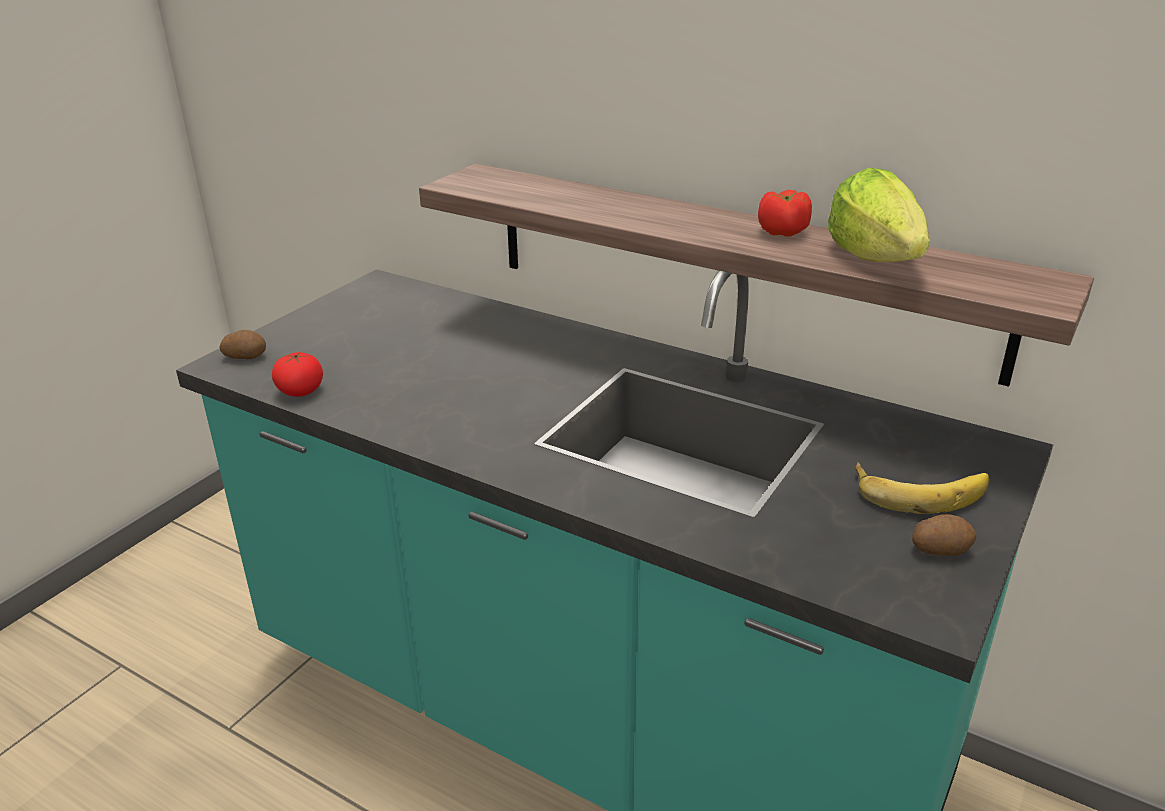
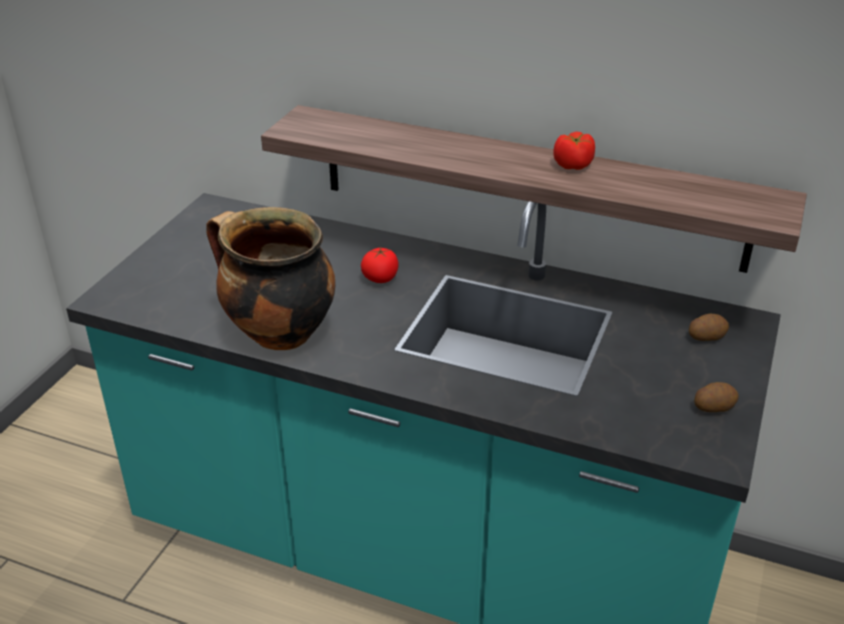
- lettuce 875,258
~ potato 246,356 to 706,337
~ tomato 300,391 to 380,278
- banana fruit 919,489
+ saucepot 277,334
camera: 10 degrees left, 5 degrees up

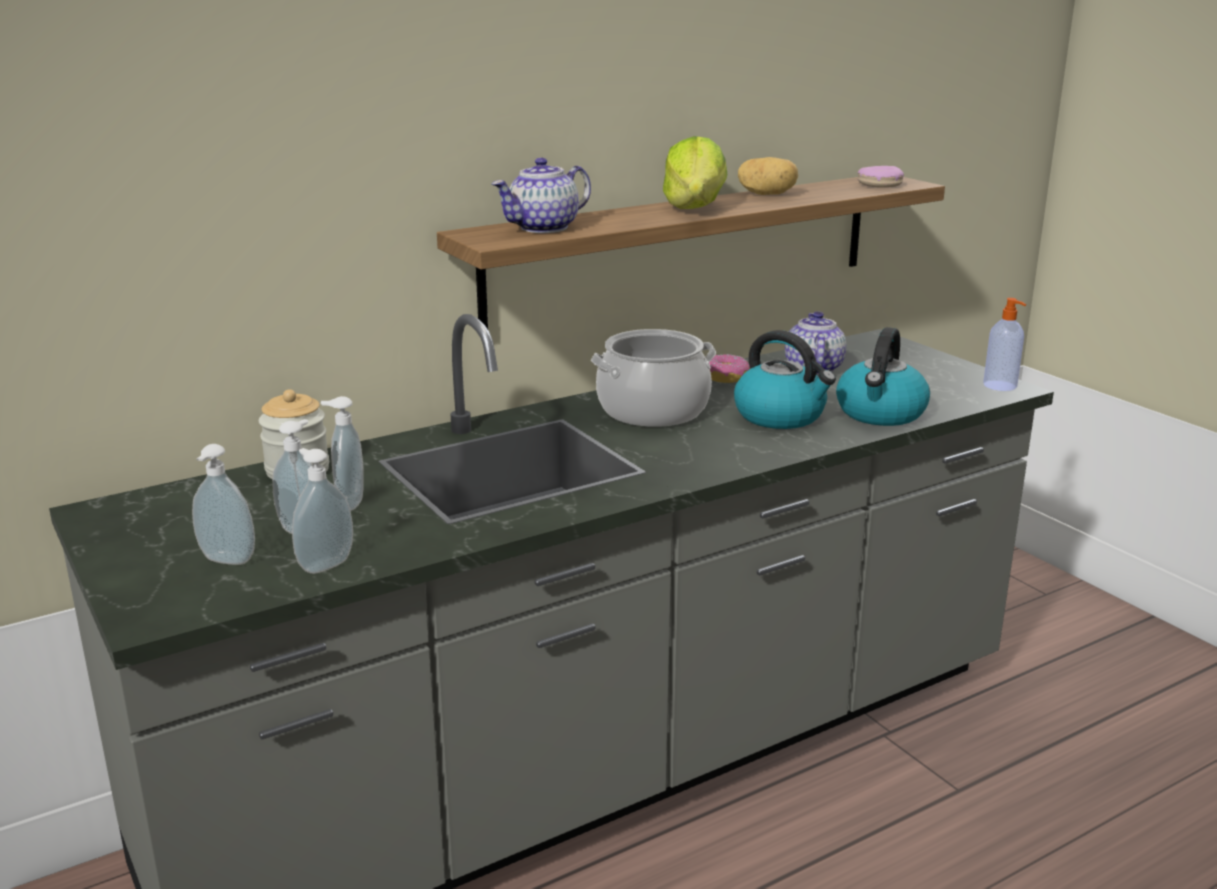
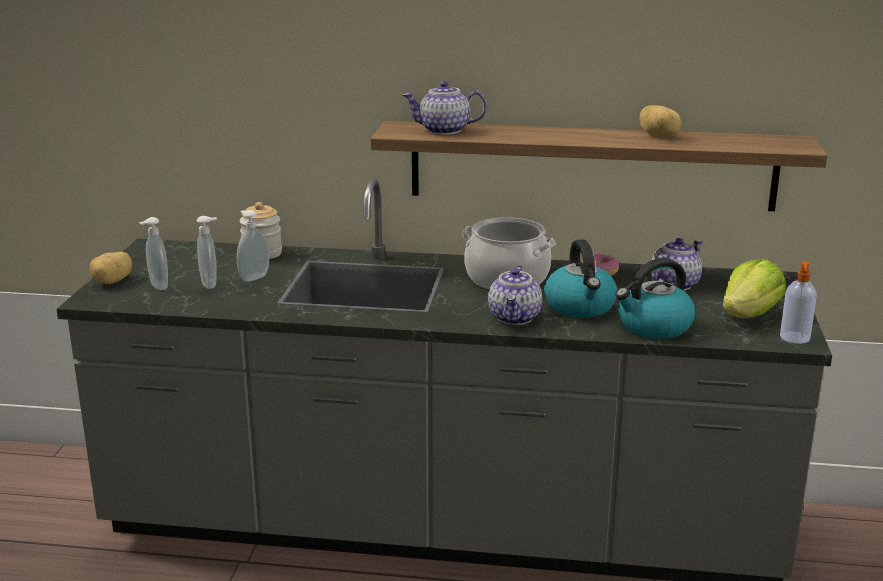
~ lettuce 695,208 to 750,315
- doughnut 879,184
- soap dispenser 324,564
+ potato 113,281
+ tea pot 515,318
camera: 40 degrees right, 0 degrees up

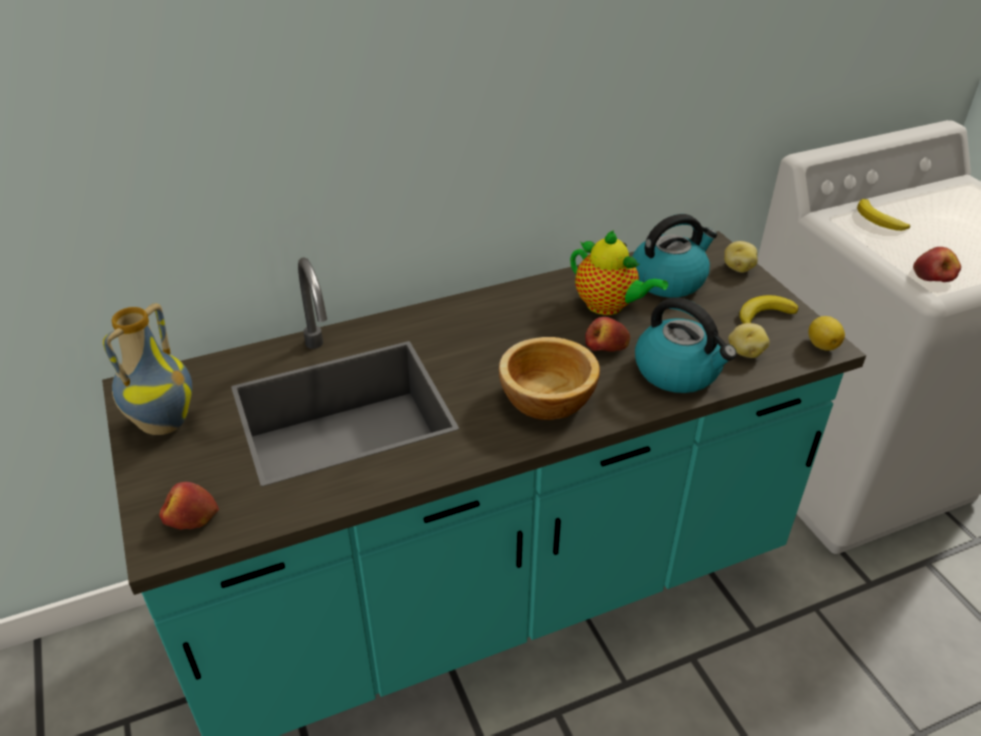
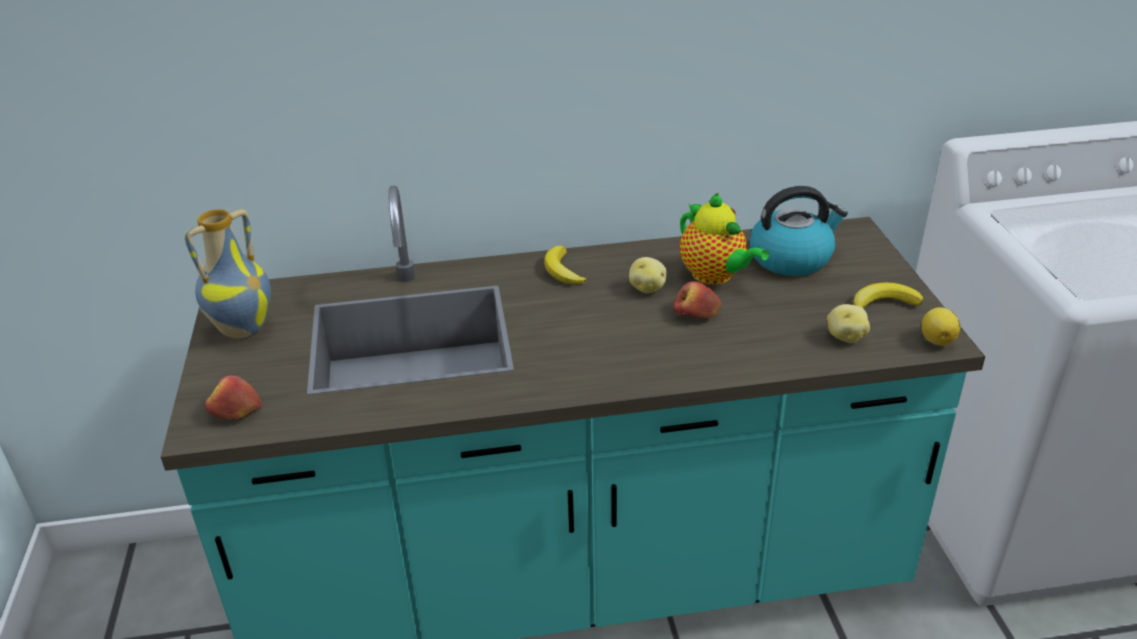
~ banana fruit 878,220 to 562,271
~ potato 738,268 to 647,288
- whole apple 934,275
- water kettle 678,371
- bowl 546,400
camera: 15 degrees right, 5 degrees down

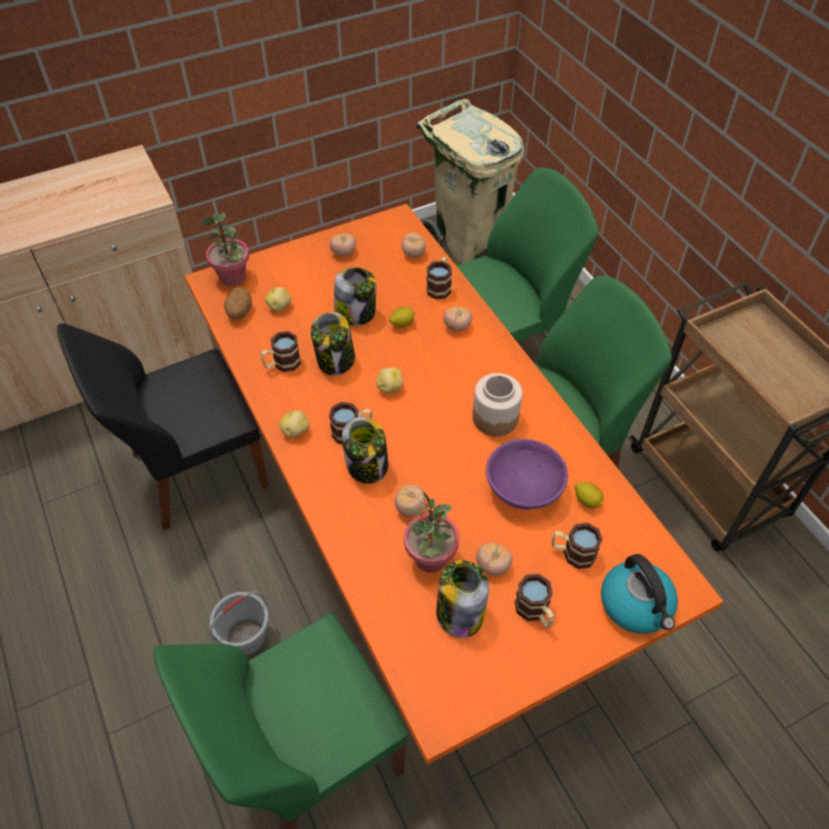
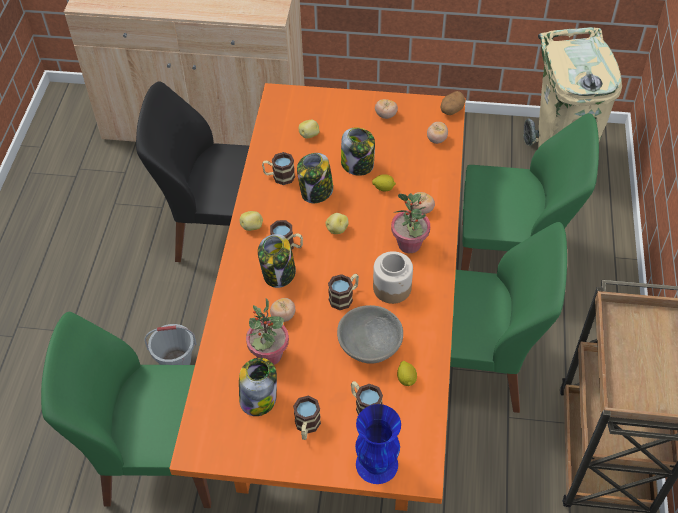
~ houseplant 233,277 to 409,244
~ mug 440,286 to 344,297
~ potato 239,312 to 451,110
~ purple-coloured bowl 524,487 to greyish bowl 370,346
- tomato 493,566
~ water kettle 636,605 to bluish vase 377,464
camera: 35 degrees right, 0 degrees up

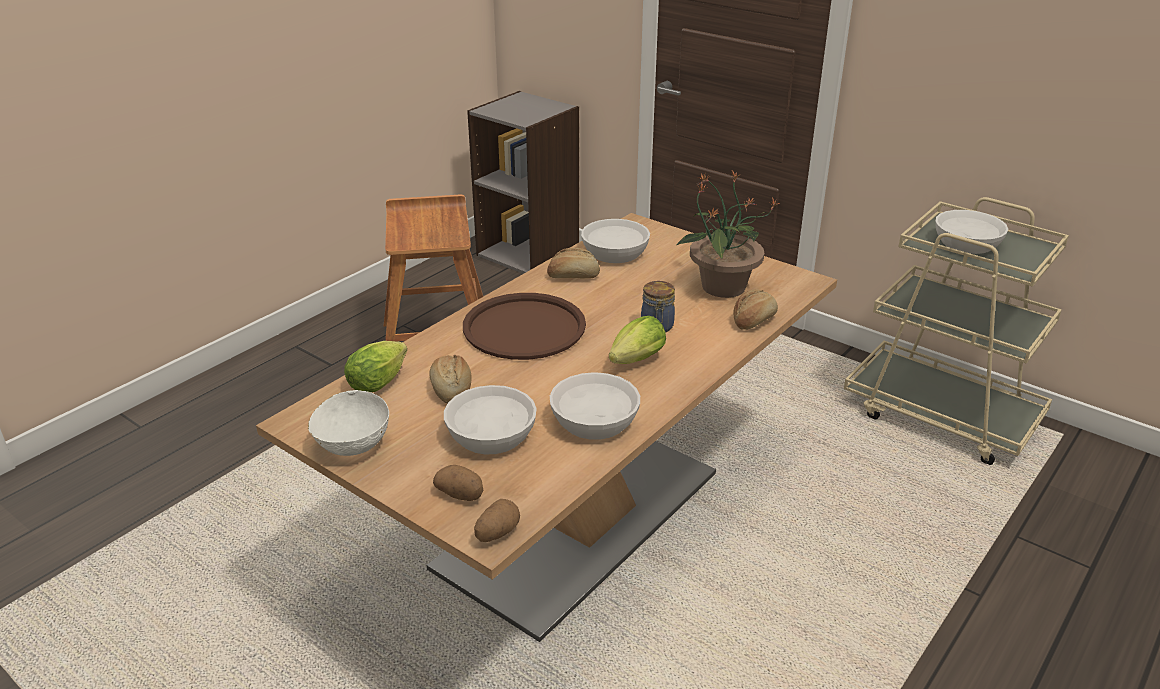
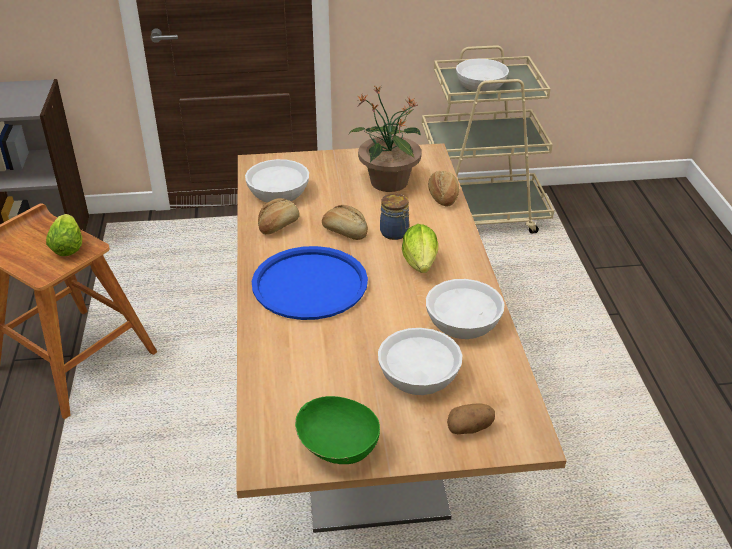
~ brown tray 524,328 to bluish tray 309,284
~ lettuce 380,381 to 68,246
~ bakery bread 451,389 to 345,231
~ white-coloured bowl 352,443 to green-coloured bowl 337,448
- potato 497,533
camera: 45 degrees left, 5 degrees up

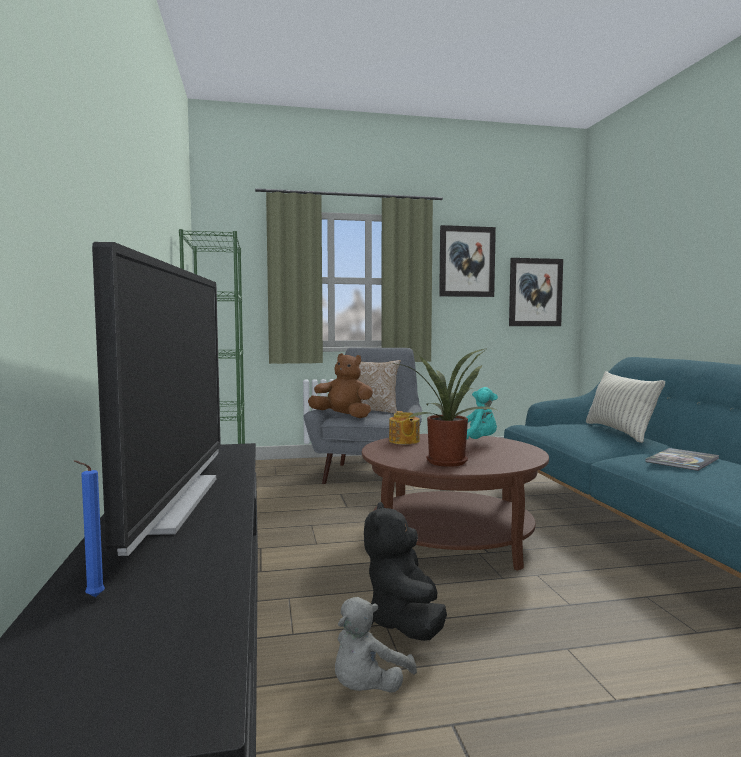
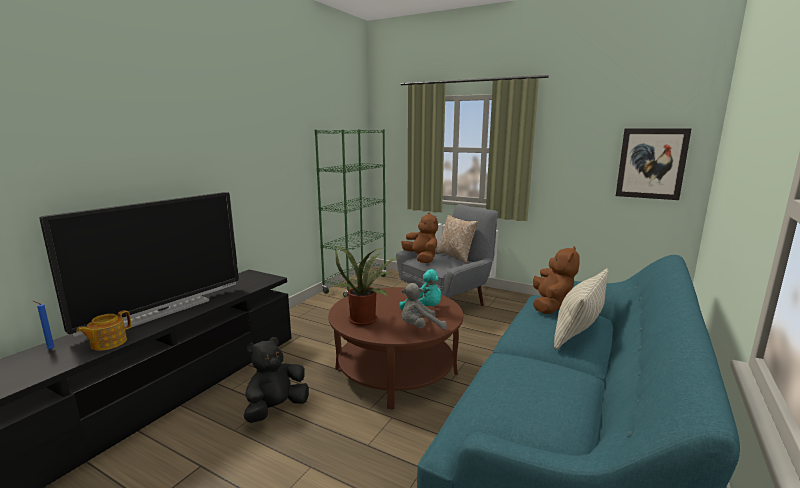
- wall art 466,261
~ tea pot 404,441 to 108,343
- book 682,460
~ greyish plush toy 368,688 to 420,327
+ brown plush toy 550,306
camera: 40 degrees right, 10 degrees up

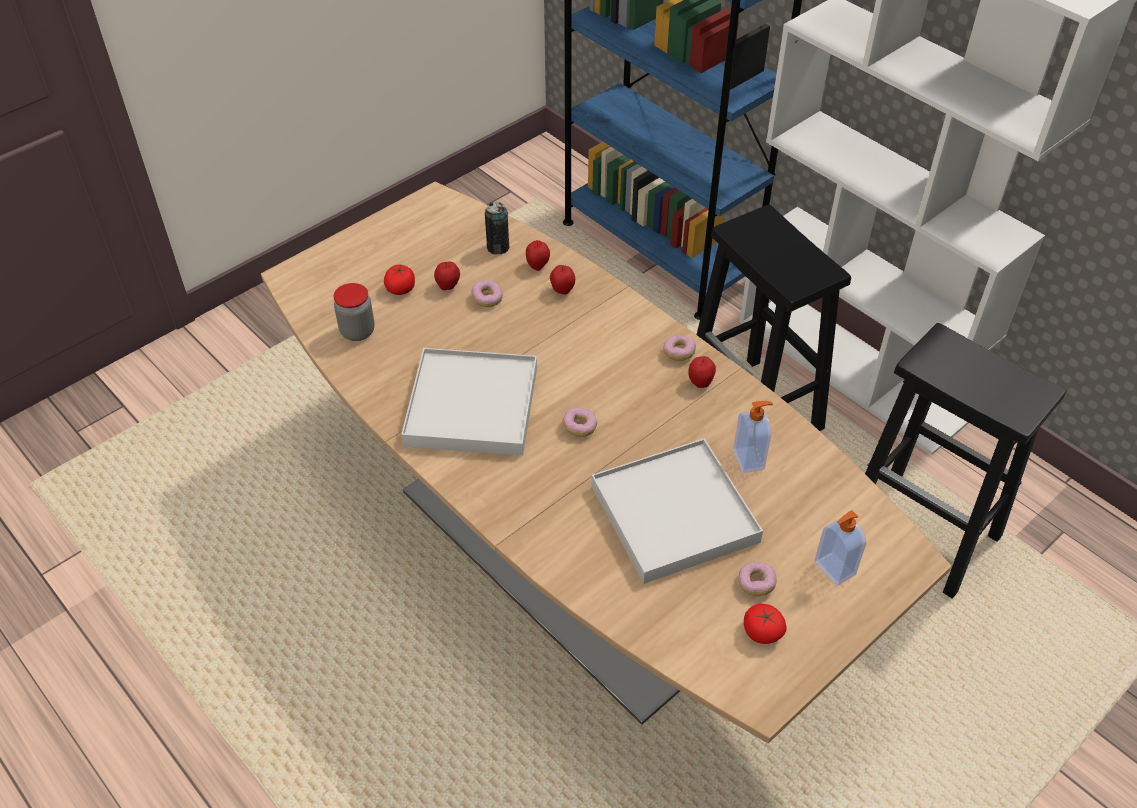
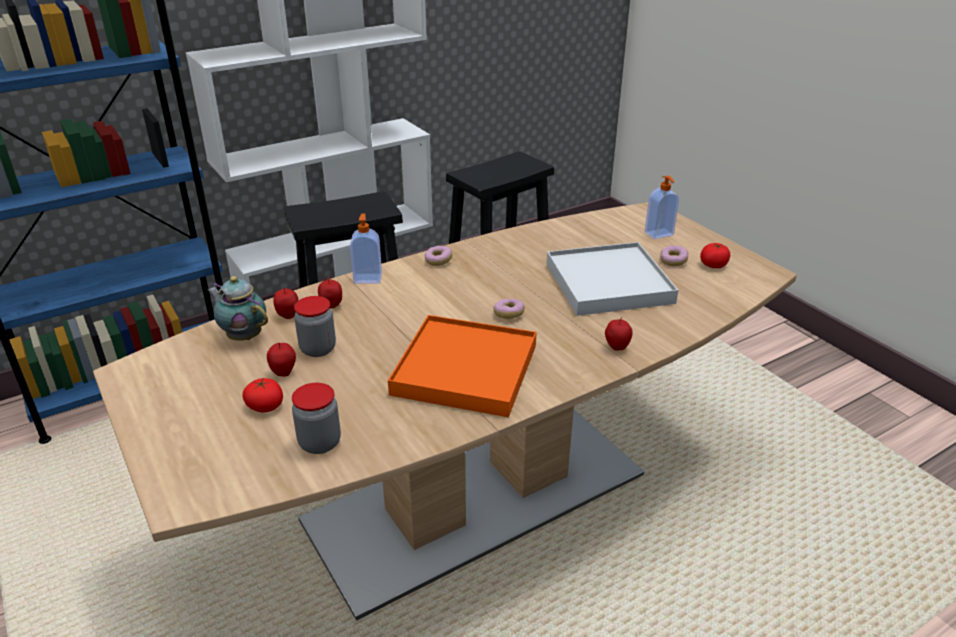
~ sealed can 498,247 to tea pot 243,336
~ doughnut 487,299 to storage jar 318,349
~ white-coloured tray 471,406 to orange tray 465,370
~ whole apple 700,383 to 616,347
~ soap dispenser 749,459 to 368,278
camera: 80 degrees left, 15 degrees down

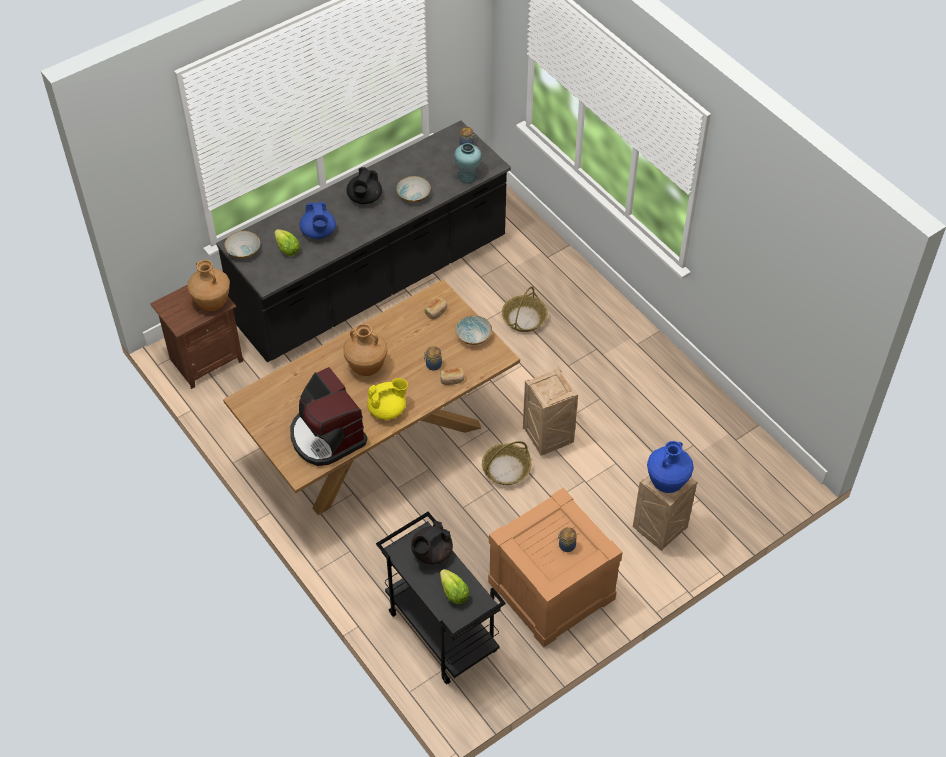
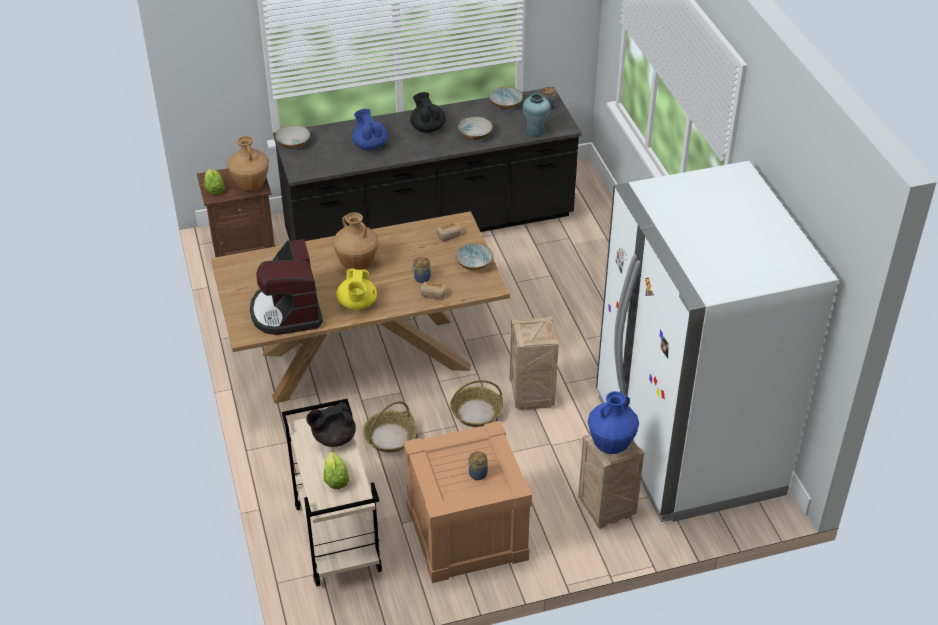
~ blackish tea pot 364,198 = 427,128 120 degrees clockwise
~ bluish tea pot 318,233 = 370,145 150 degrees clockwise
~ lettuce 287,249 to 214,189
~ household basket 524,319 to 390,437
~ yellow tea pot 388,410 = 357,304 90 degrees clockwise
~ blackish trolley 440,631 to sand-coloured trolley 336,537
+ bowl 506,105
+ white-coloured refrigerator 686,445
camera: 20 degrees right, 10 degrees down

